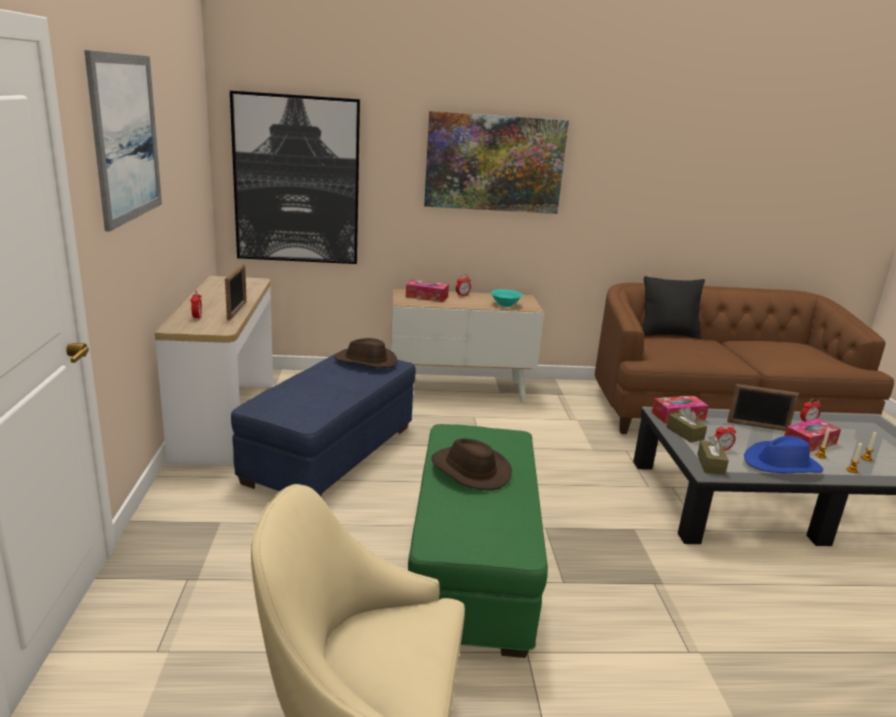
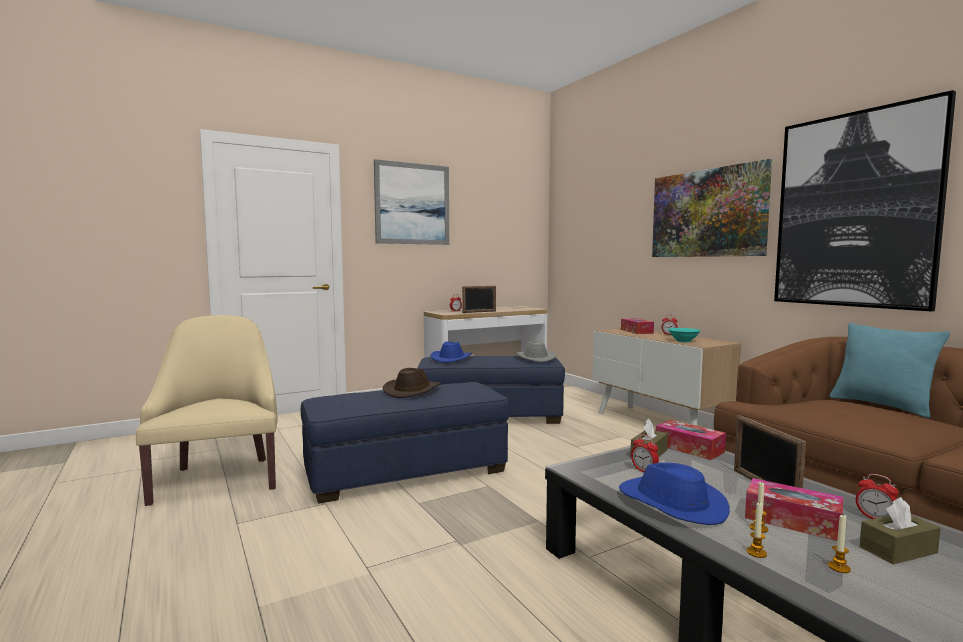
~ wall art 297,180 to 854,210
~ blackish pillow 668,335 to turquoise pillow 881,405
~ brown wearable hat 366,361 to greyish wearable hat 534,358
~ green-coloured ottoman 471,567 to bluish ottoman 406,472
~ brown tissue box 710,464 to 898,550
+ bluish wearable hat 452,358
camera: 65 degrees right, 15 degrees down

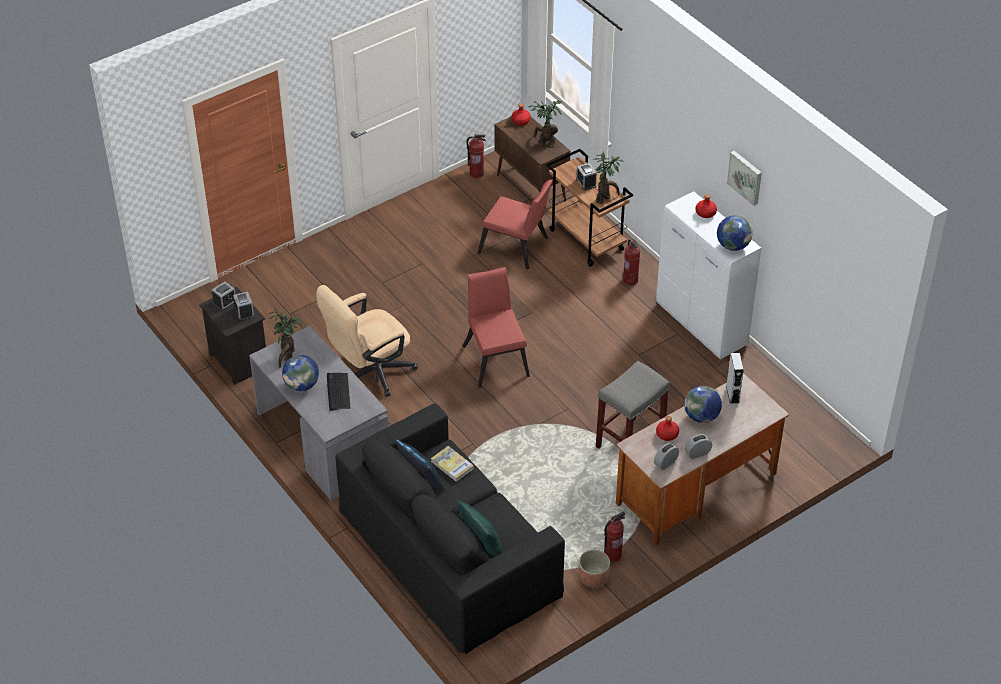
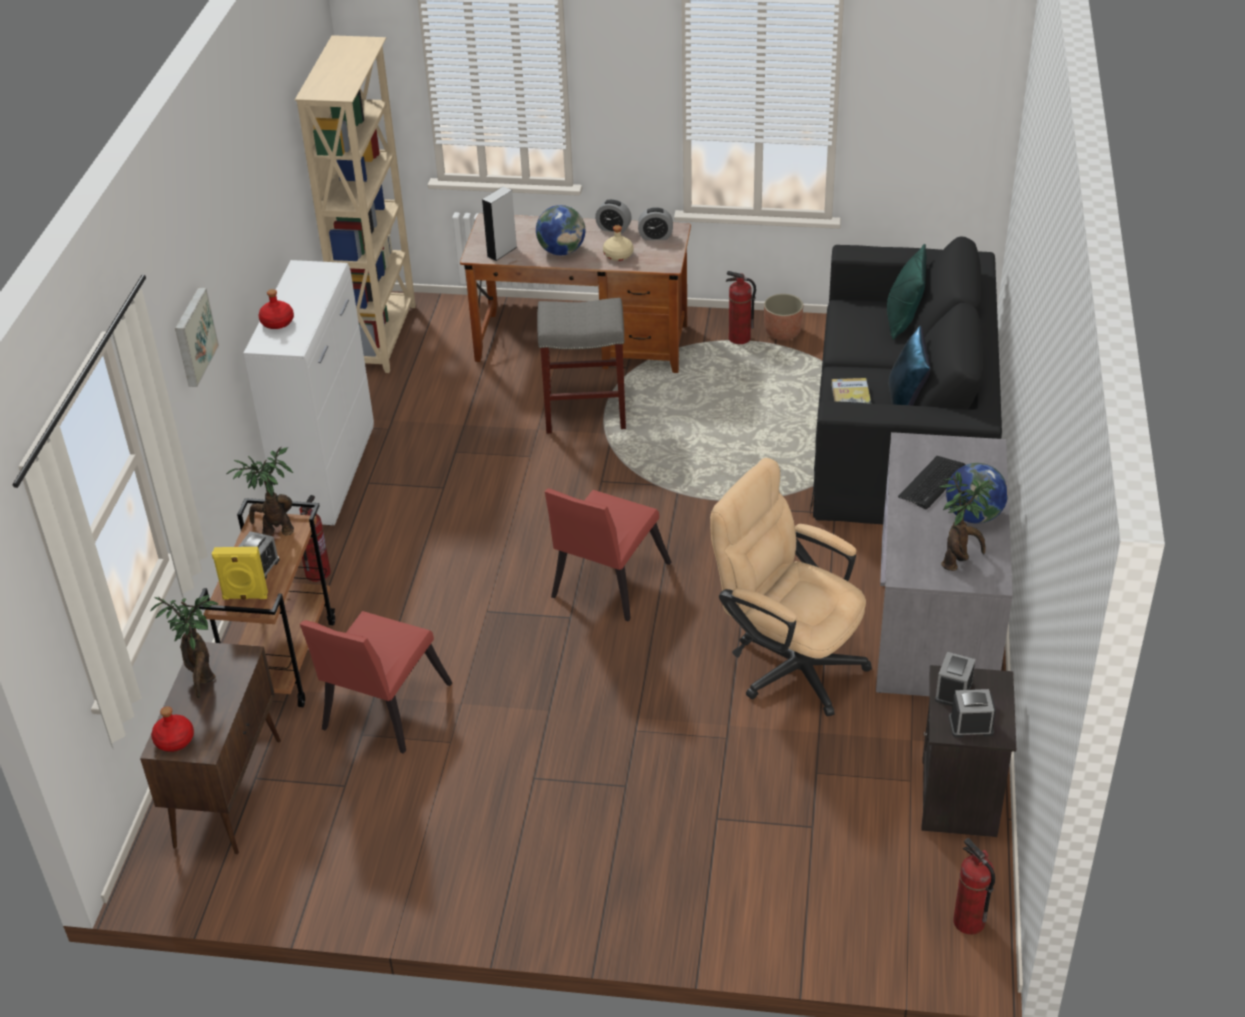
~ fire-fighting cylinder 477,173 to 968,922
~ wall art 746,177 to 193,337
~ red-coloured plain chair 516,248 = 381,711 135 degrees counterclockwise
- globe 733,246
~ sand-coloured computer chair 369,374 = 788,662 150 degrees counterclockwise
~ red-coloured beverage bottle 667,434 to sand-coloured beverage bottle 618,255
+ sand-coloured bookcase 381,337
+ yellow speaker 245,597
camera: 135 degrees left, 5 degrees down

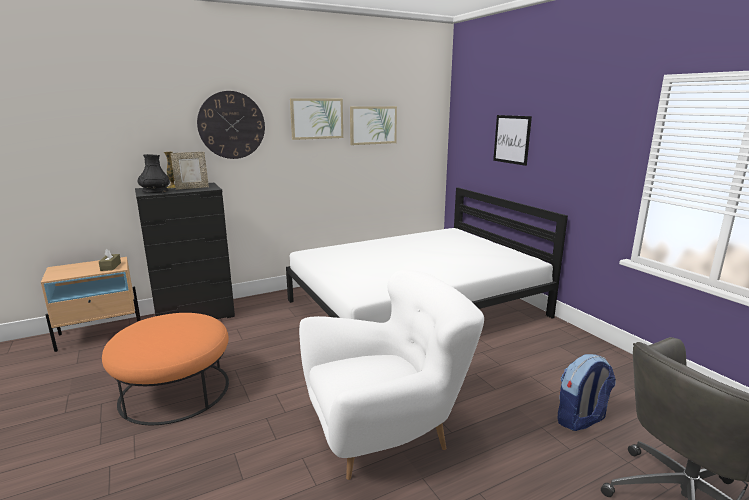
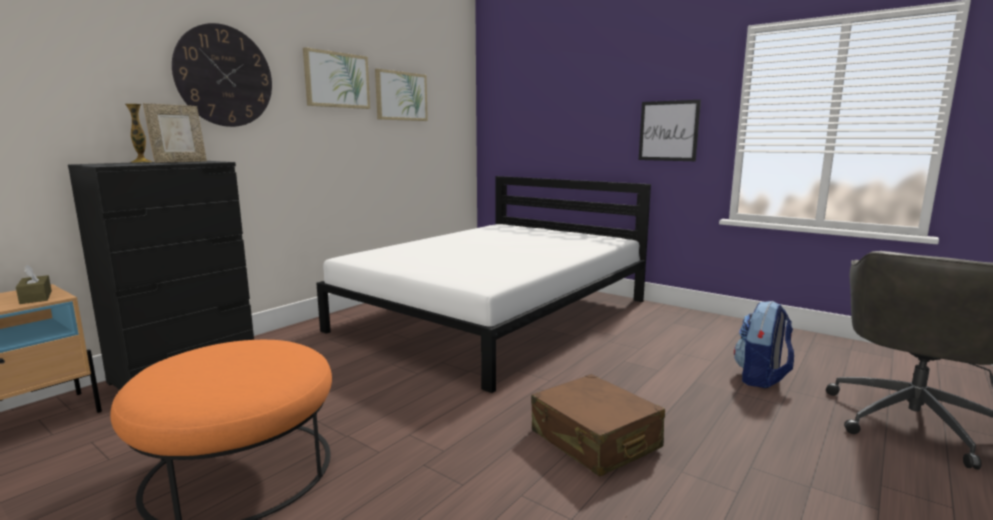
~ wall art 512,139 to 668,131
- blackish vase 155,192
~ white-coloured armchair 386,434 to brown suitcase 594,440
camera: 25 degrees left, 5 degrees down

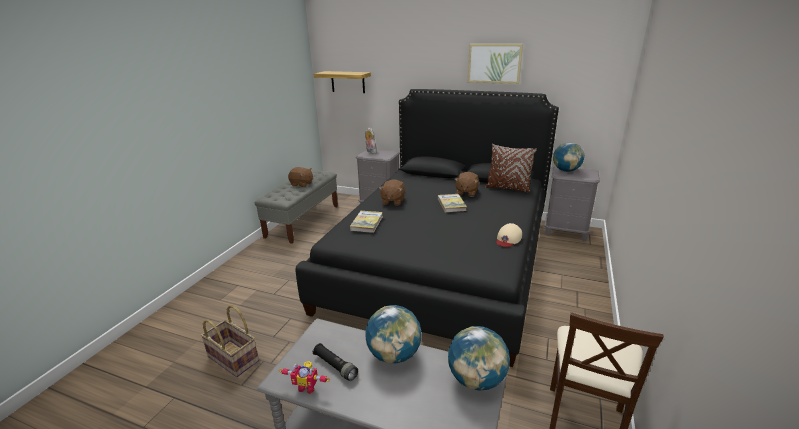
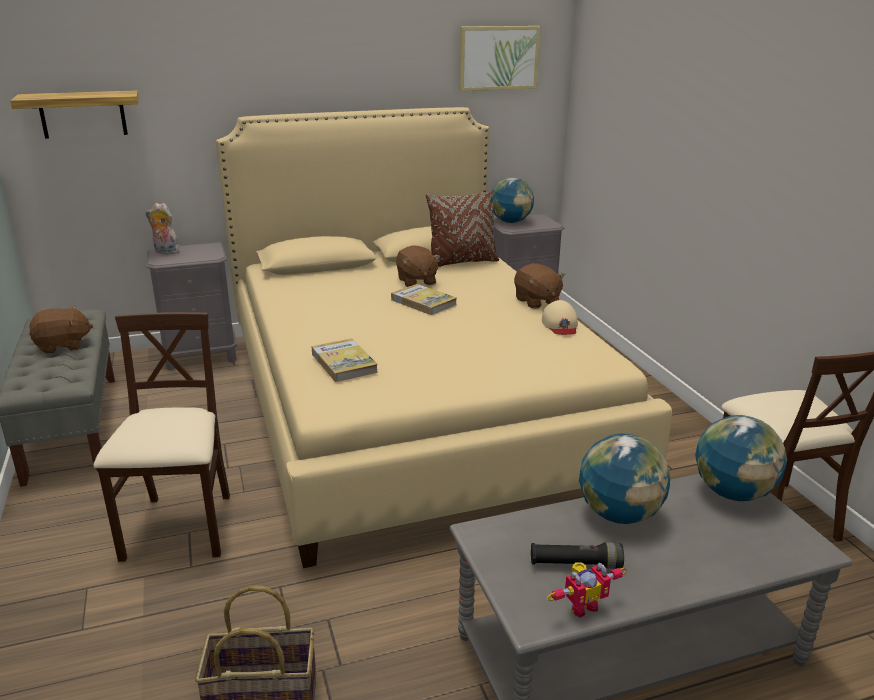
~ wall art 494,63 to 498,58
~ blackish bed 442,261 to sand-coloured bed 412,404
~ brown plush toy 392,201 to 536,301
+ sand-coloured plain chair 180,528
camera: 40 degrees left, 0 degrees up

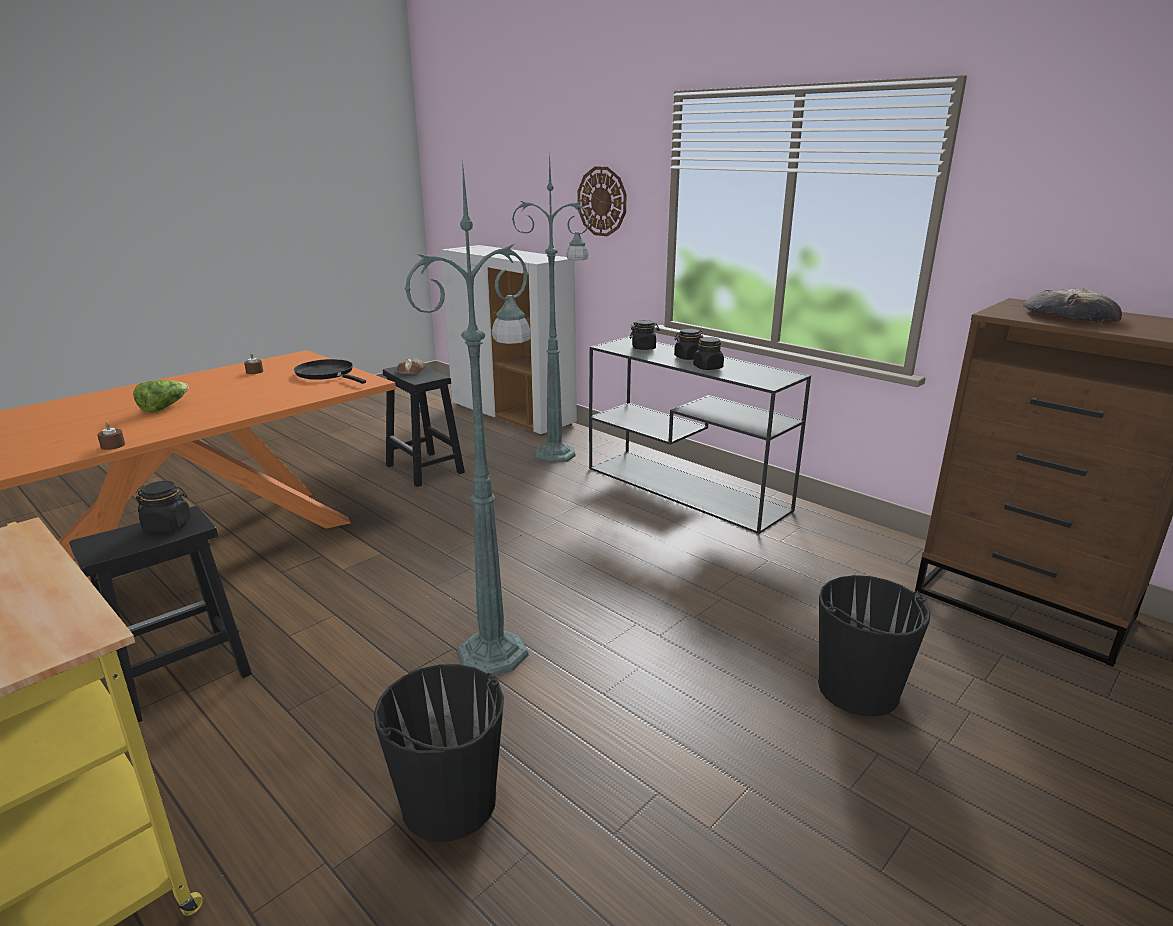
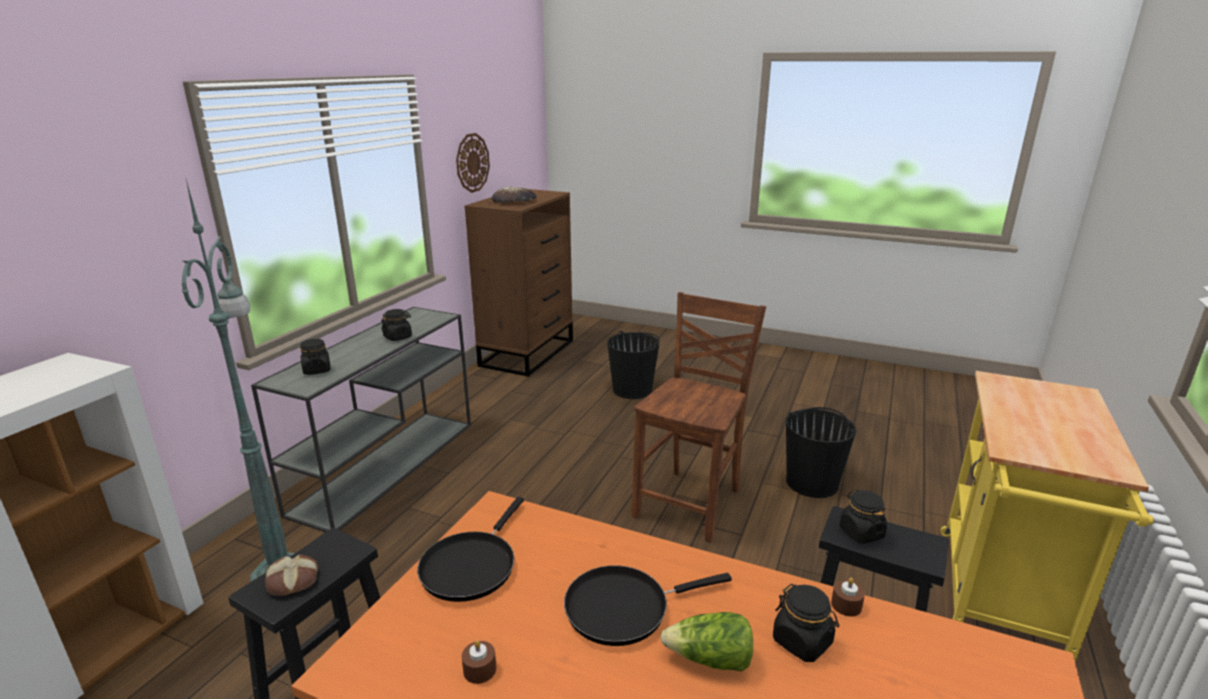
~ green-coloured standing lamp 496,652 to brown plain chair 691,503
~ clock on the wall 602,201 to 472,162
~ blackish storage jar 688,357 to 802,642
+ blackish pan 623,608
camera: 110 degrees left, 0 degrees up

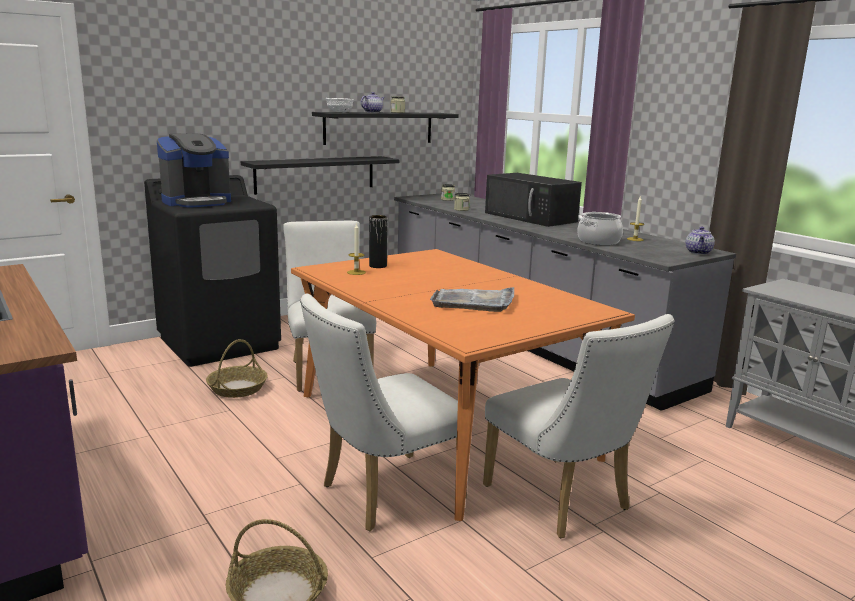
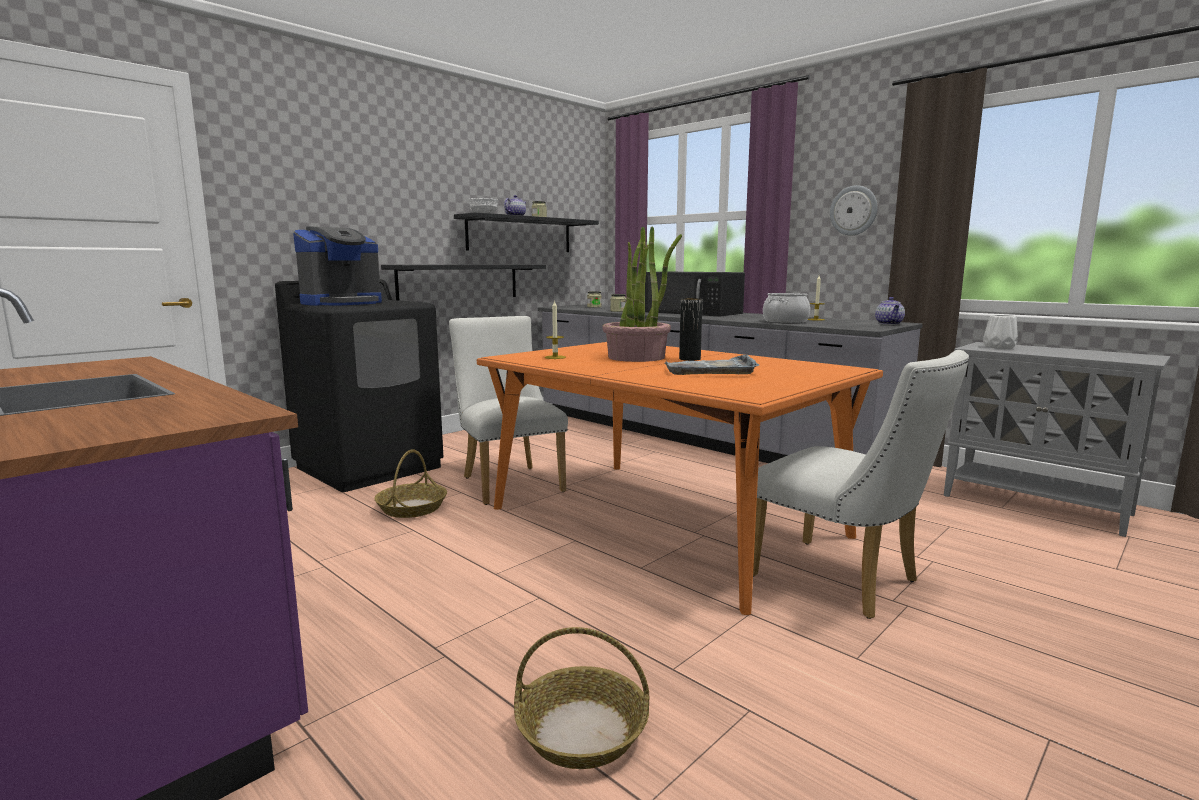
~ blackish vase 378,266 to 689,359
- white-coloured plain chair 382,495
+ clock on the wall 853,210
+ houseplant 637,357
+ white-coloured vase 1000,347
camera: 10 degrees left, 5 degrees down

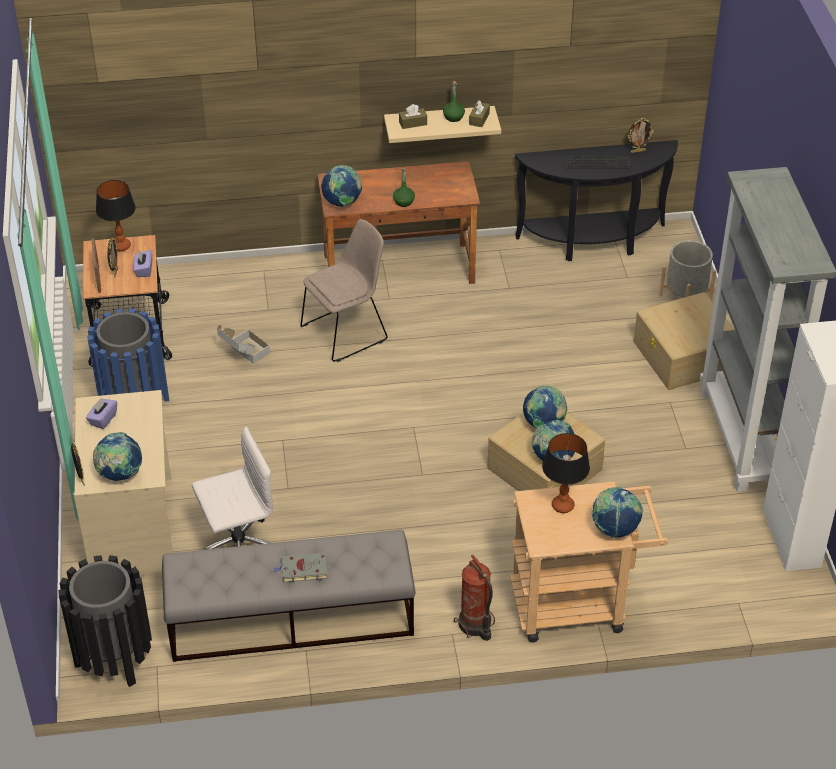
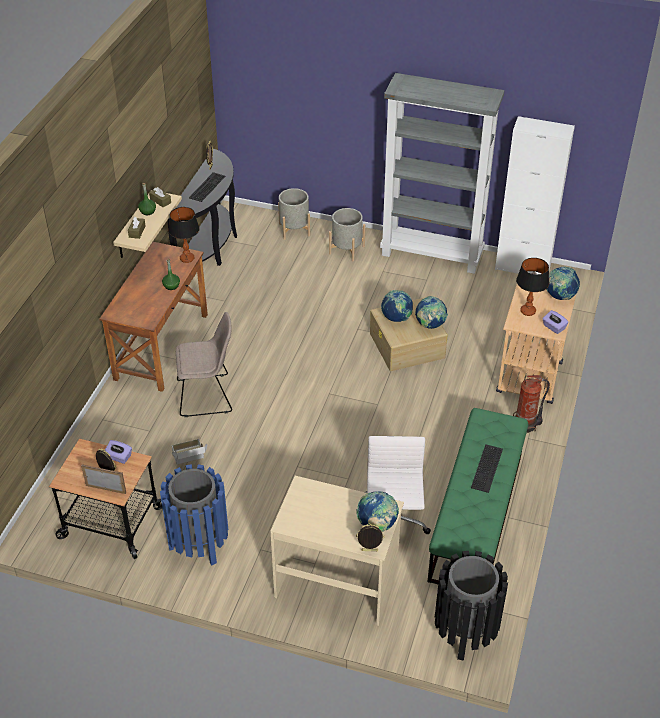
- globe 342,203
~ tabletop lamp 121,246 to 187,258
~ sand-coloured plain chair 346,332 = 207,395 90 degrees clockwise
~ sand-coloured storage box 685,356 to greyish planter 346,250
~ purple-coloured tissue box 103,419 to 553,327
~ greyish long seat 290,619 to green-coloured long seat 476,517
~ greyish book 303,570 to PC keyboard 488,469
camera: 65 degrees left, 0 degrees up

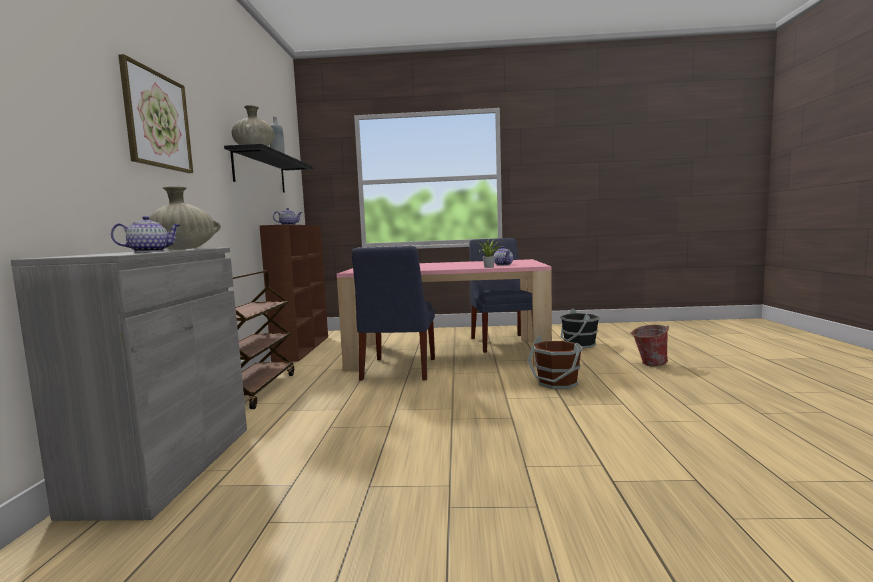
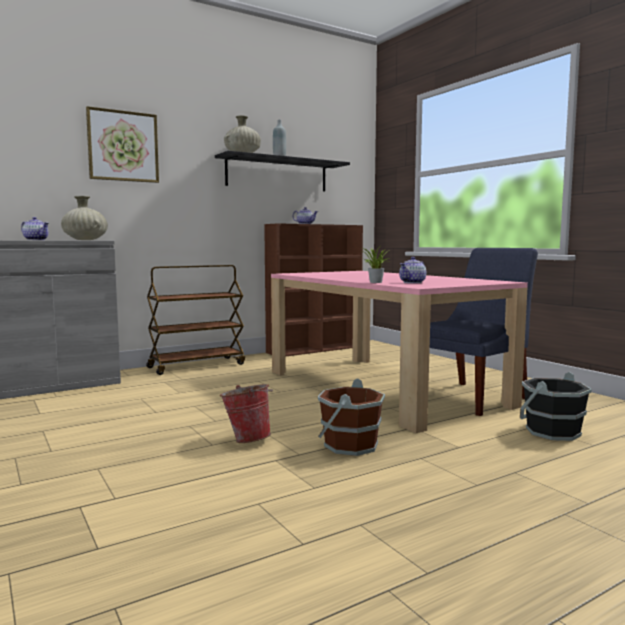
- bluish plain chair 398,370
~ bucket 649,364 to 247,439
camera: 55 degrees right, 0 degrees up

